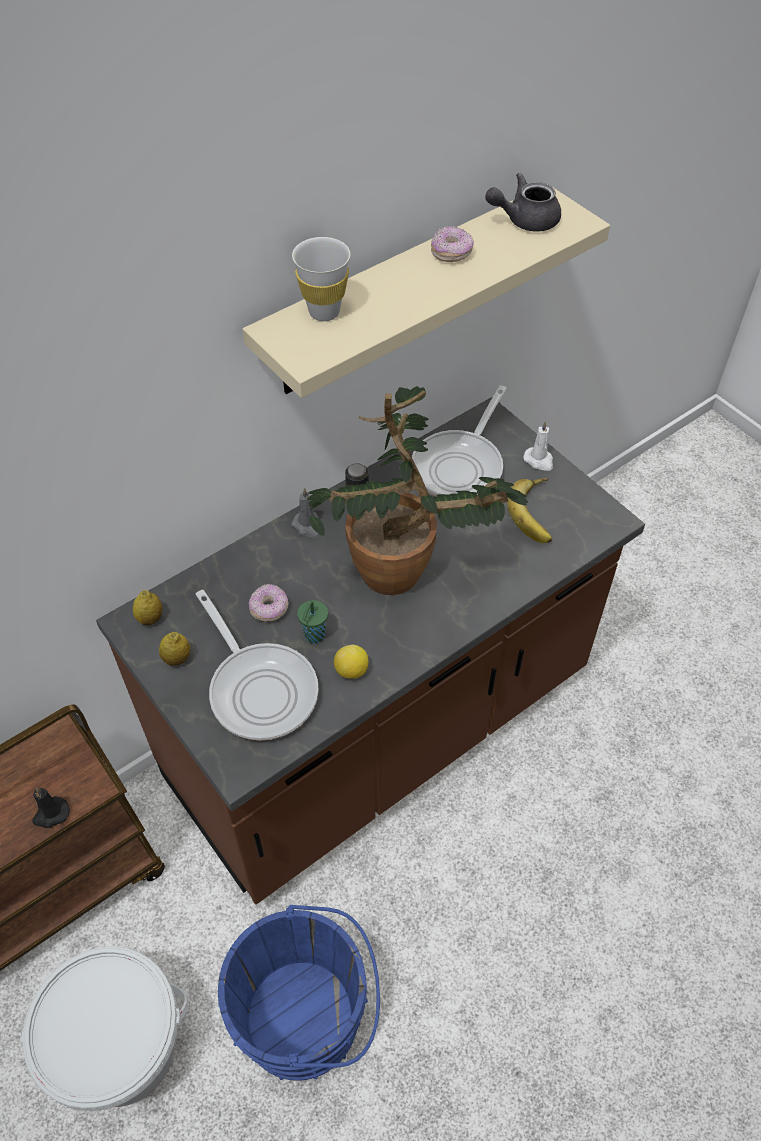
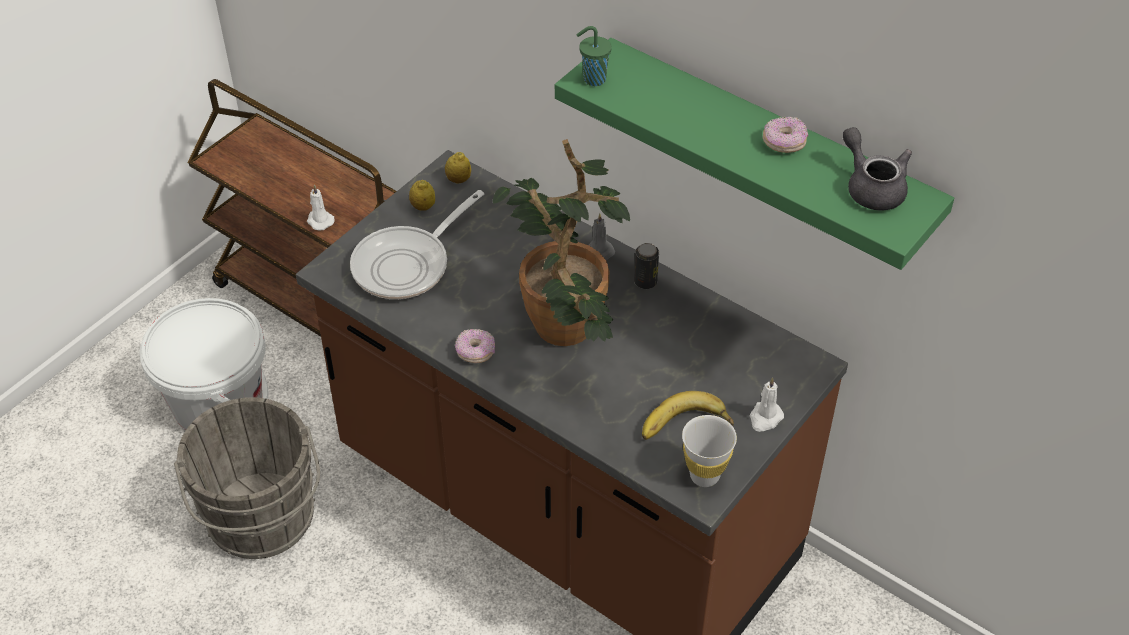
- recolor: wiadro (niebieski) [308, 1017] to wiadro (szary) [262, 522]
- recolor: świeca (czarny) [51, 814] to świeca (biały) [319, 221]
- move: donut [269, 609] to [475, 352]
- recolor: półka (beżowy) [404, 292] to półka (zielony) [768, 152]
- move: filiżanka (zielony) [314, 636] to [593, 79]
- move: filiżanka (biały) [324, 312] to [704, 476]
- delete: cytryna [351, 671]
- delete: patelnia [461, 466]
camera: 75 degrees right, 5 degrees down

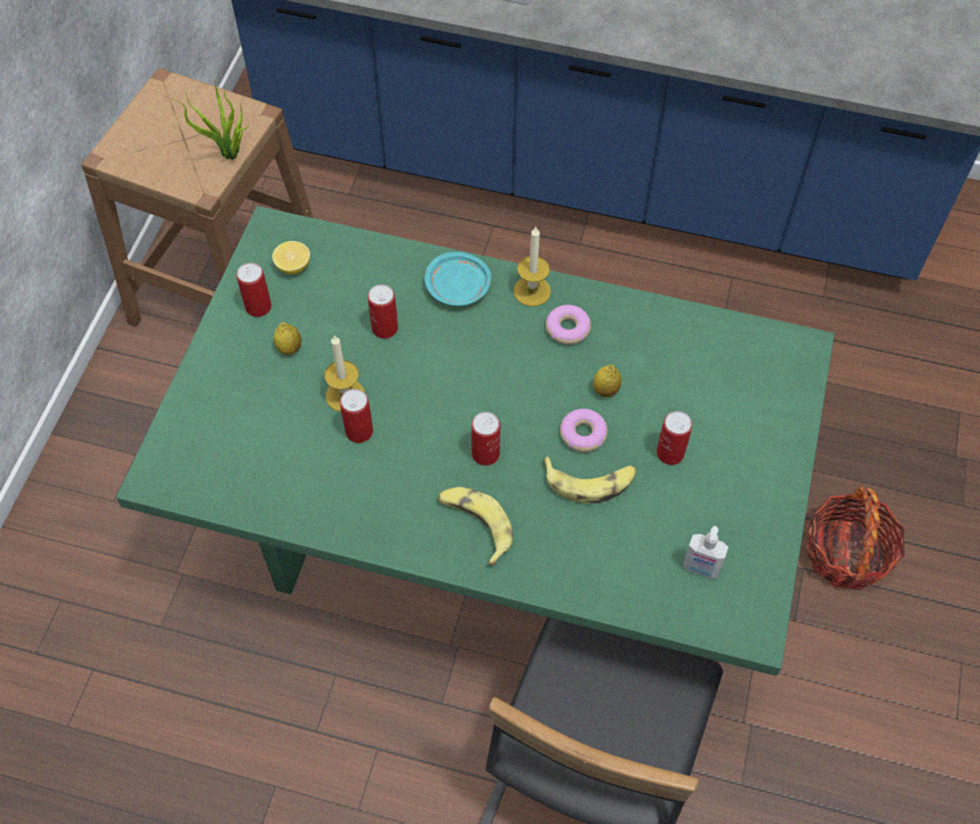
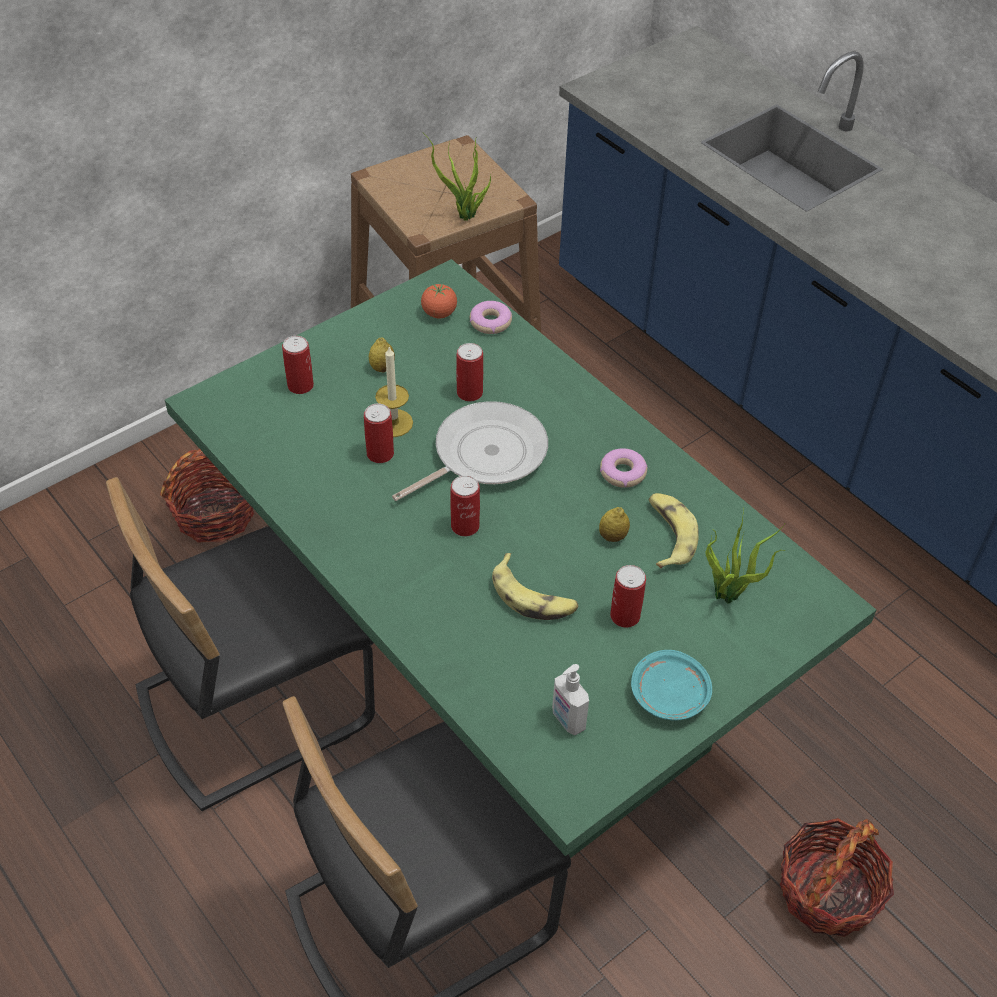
- insert: krzesło (czarny) [254, 705]
- insert: koszyk [215, 514]
- move: puszka [258, 307] to [300, 385]
- insert: patelnia [484, 455]
- replace: cytryna [293, 266] to pomidor [439, 313]
- move: donut [582, 434] to [490, 322]
- move: talerz (turkusowy) [458, 287] to [669, 694]
- move: banan [475, 524] to [668, 535]
- insert: roślina doniczkowa [730, 595]
- delete: świeca [532, 291]
camera: 35 degrees right, 10 degrees down

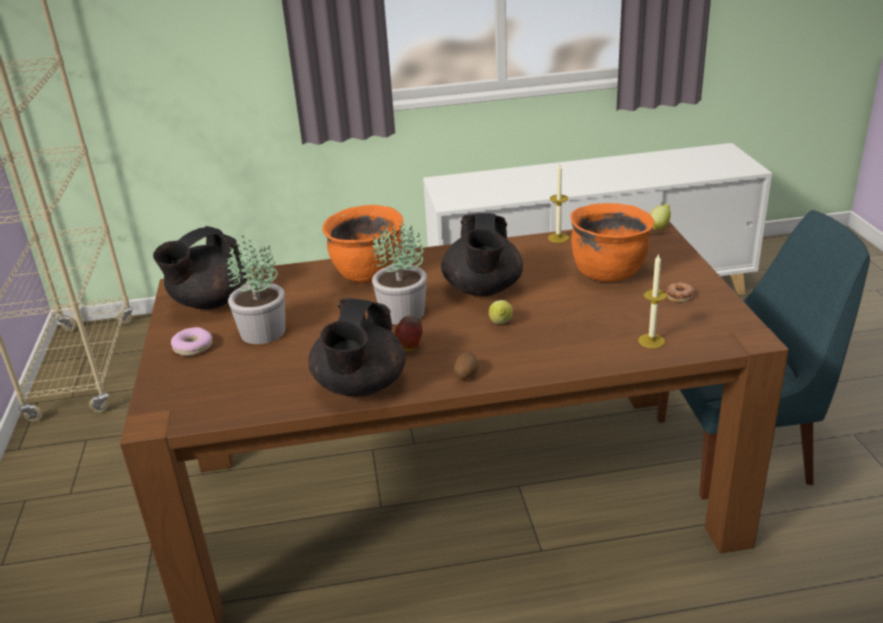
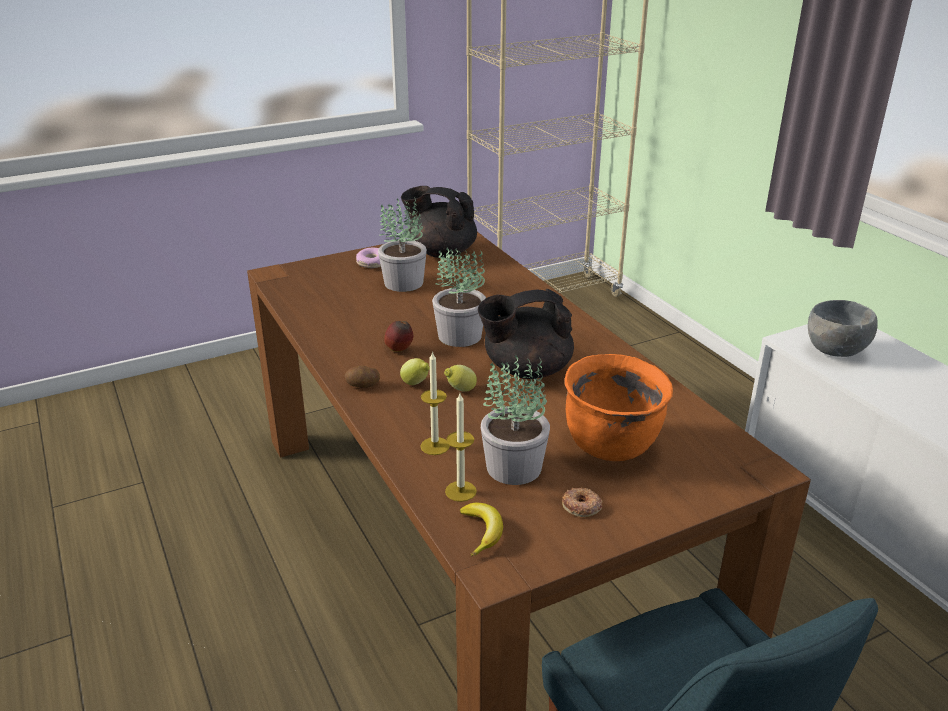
- move: cytryna [659, 227] to [416, 383]
- move: świeca [558, 238] to [435, 446]
- insert: banan [482, 532]
- insert: roślina doniczkowa [514, 466]
- insert: miska (szary) [836, 351]
- delete: imbryk (czarny) [359, 386]
- delete: garnek (pomarańczowy) [368, 274]
camera: 70 degrees right, 0 degrees up

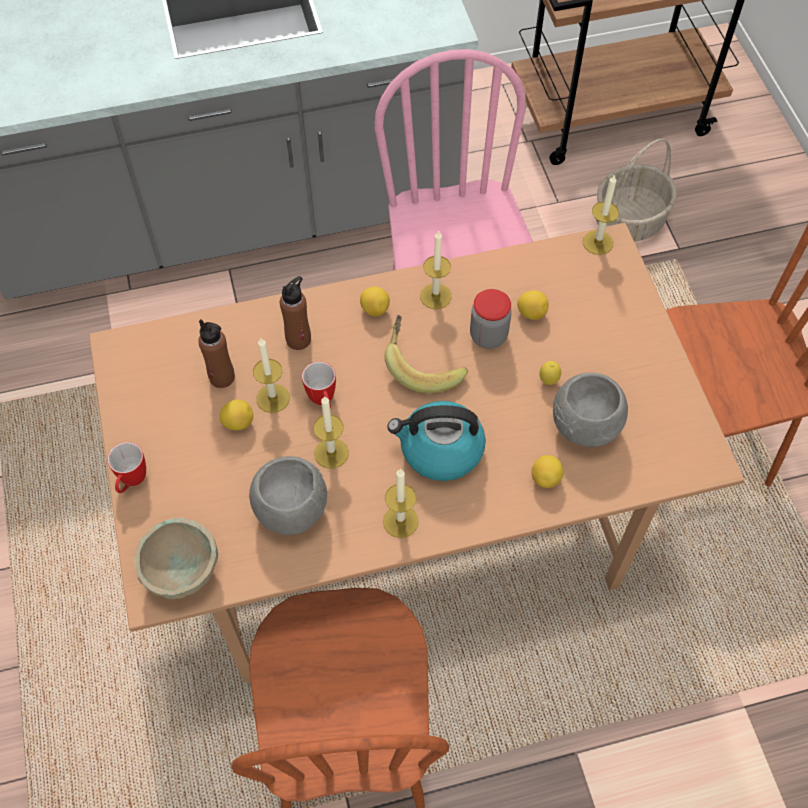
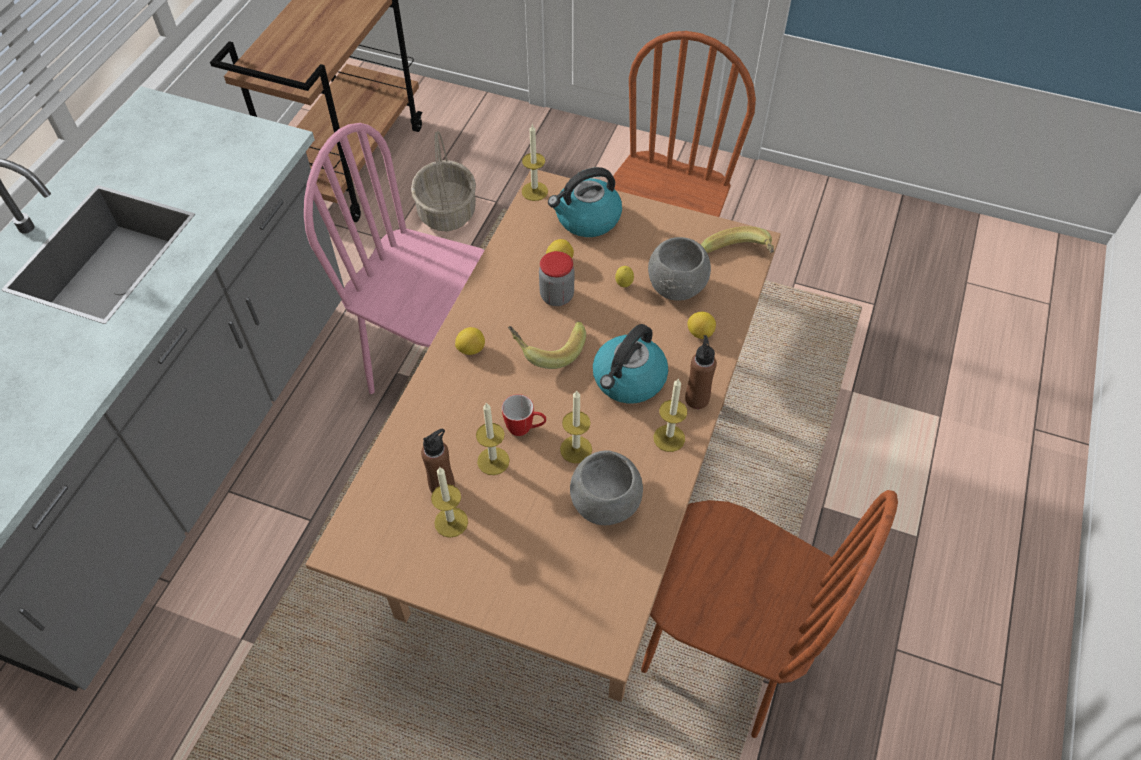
- move: świeca [435, 296] to [451, 522]
- insert: czajnik [587, 219]
- move: butelka (brązowy) [298, 339] to [697, 399]
- insert: banan [737, 259]
- delete: kubek [131, 482]
- delete: miska (beżowy) [183, 571]
- delete: cytryna [238, 422]
camera: 55 degrees left, 5 degrees down

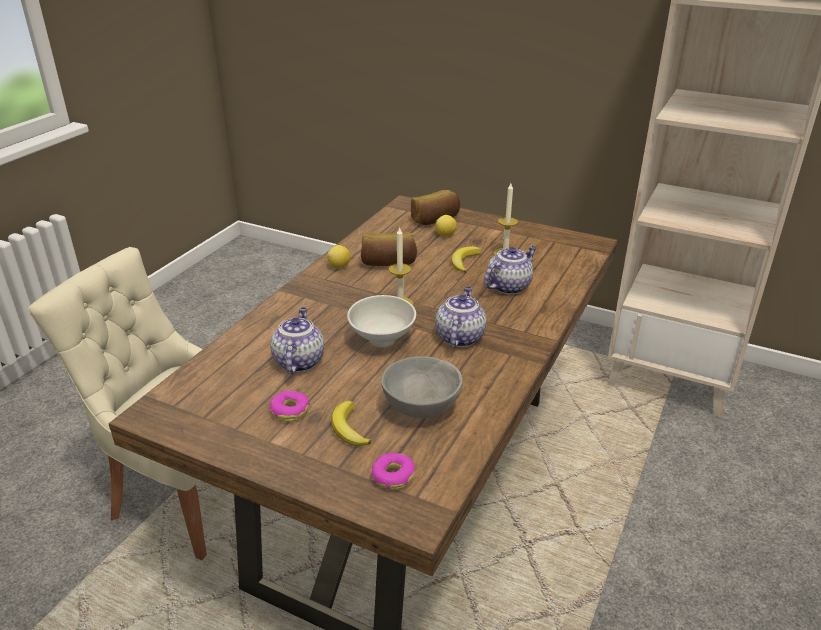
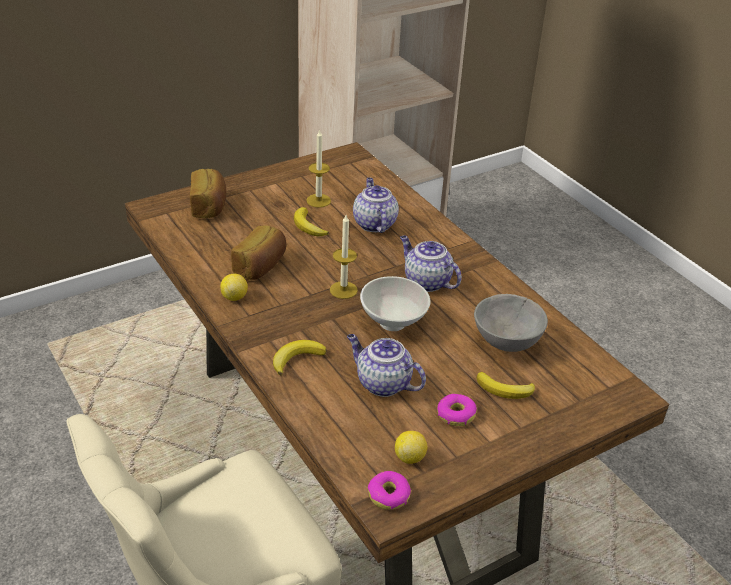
- insert: banan [296, 358]
- move: donut [393, 476] to [388, 495]
- move: cytryna [446, 235] to [410, 457]
camera: 60 degrees left, 5 degrees up

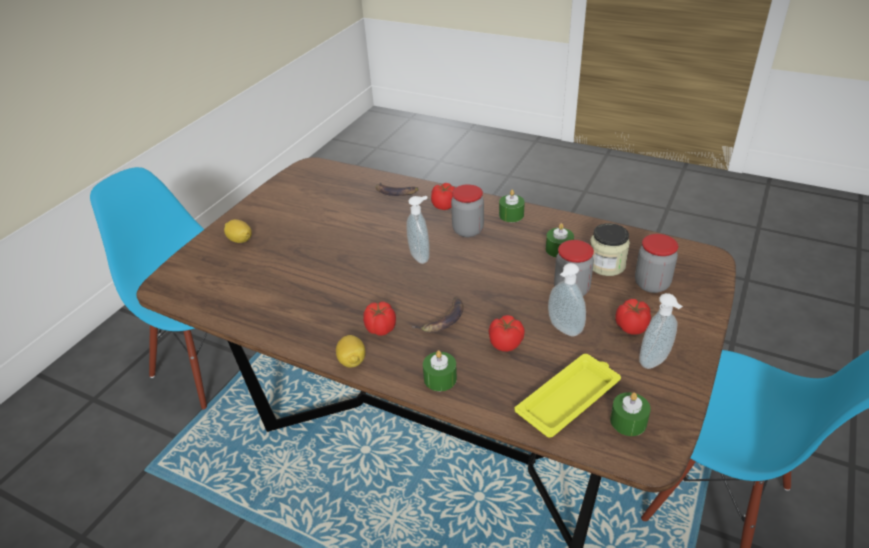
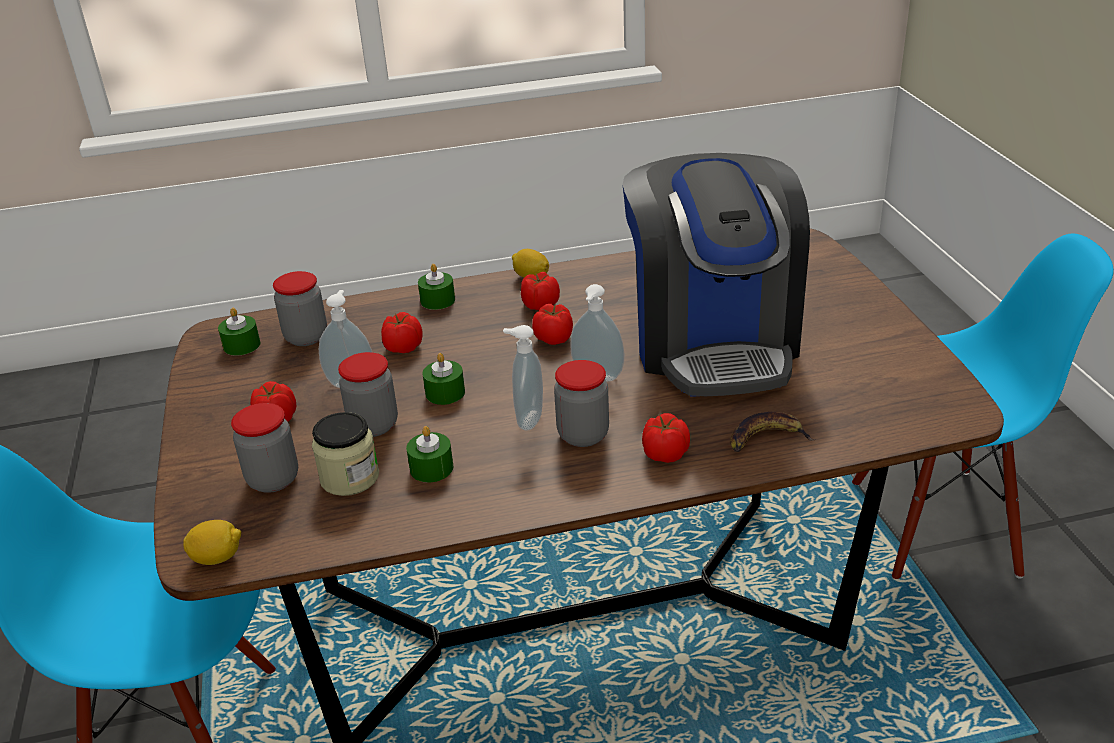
- move: cytryna [240, 240] to [217, 557]
- replace: taca (żółty) [569, 398] to słoik [306, 337]
- move: świeca (zielony) [511, 215] to [445, 393]
- move: dozownik mydła [655, 362] to [527, 419]
- insert: pomidor [554, 338]
- insert: ekspres do kawy [713, 342]
- delete: banan [443, 319]
camera: 140 degrees right, 5 degrees down

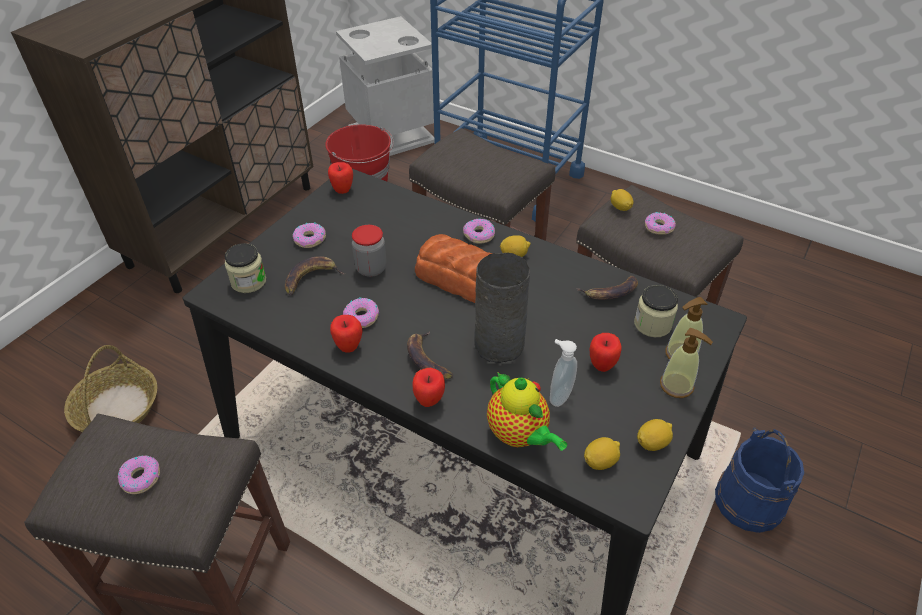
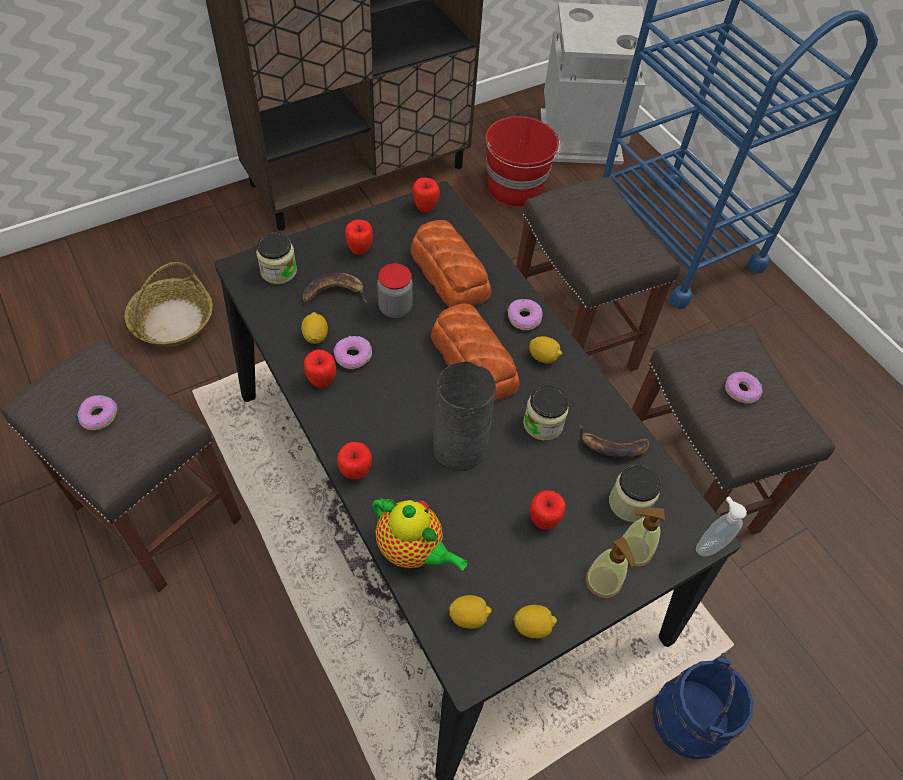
- move: cytryna [620, 207] to [315, 336]
- replace: donut [310, 239] to jabłko [360, 250]
- rotate: imbryk [519, 435] = [413, 550] 45 degrees counterclockwise
- insert: chleb [449, 272]
- insert: słoik [543, 424]
- move: dozownik mydła [558, 395] to [708, 545]
- delete: banan [427, 359]
camera: 25 degrees right, 10 degrees up

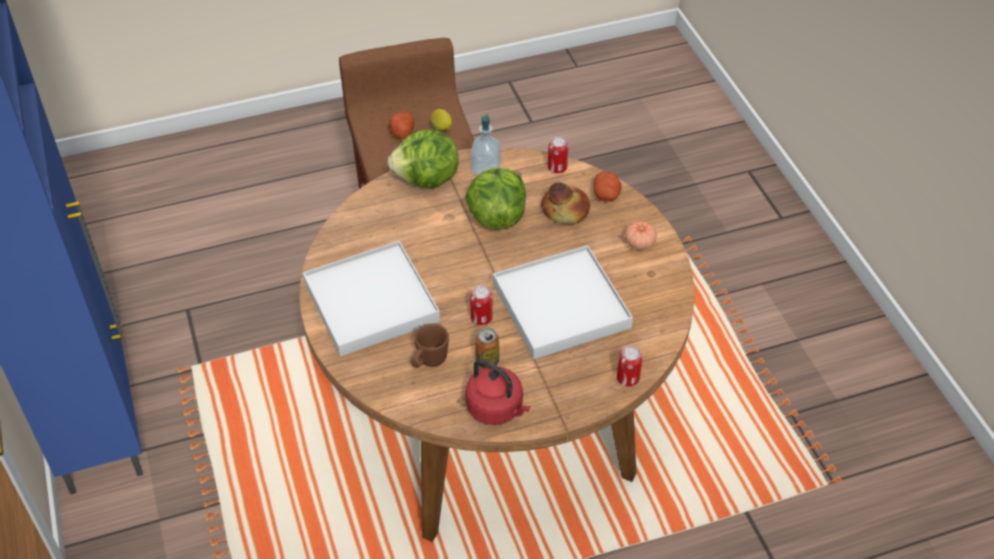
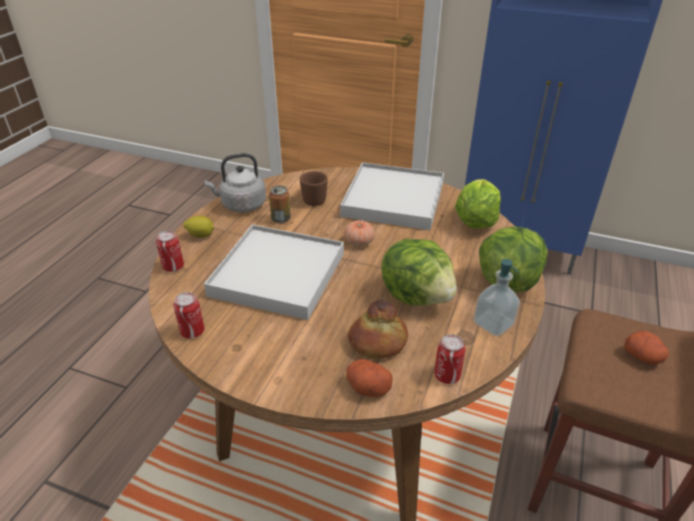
- move: puszka [481, 318] to [192, 331]
- move: cytryna [441, 128] to [201, 235]
- recolor: czajnik (czerwony) [497, 409] to czajnik (szary) [241, 205]
- move: pomidor [639, 243] to [359, 242]
- insert: sałata [475, 221]
camera: 130 degrees right, 10 degrees down

